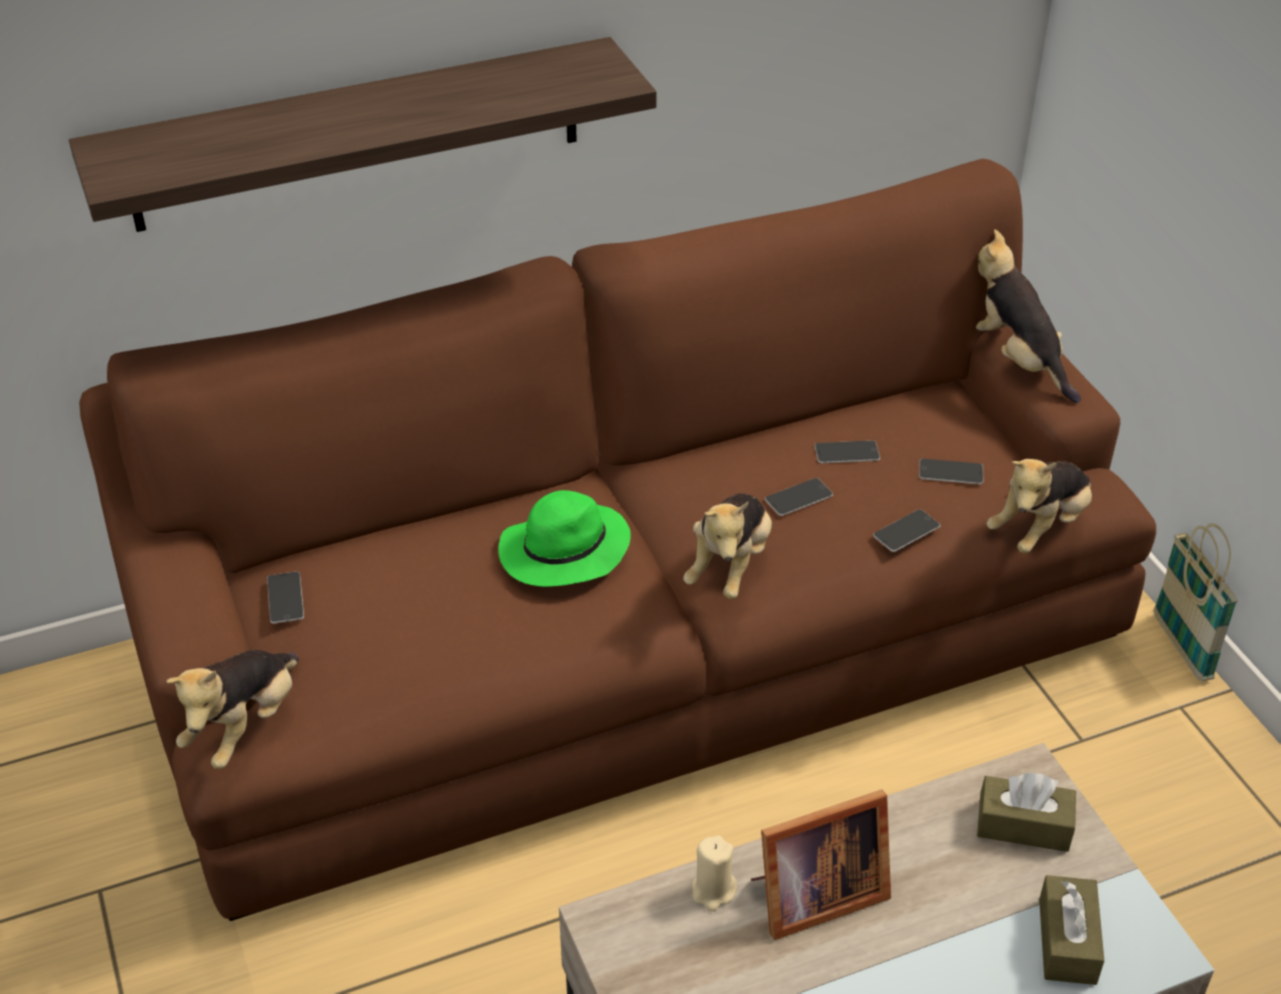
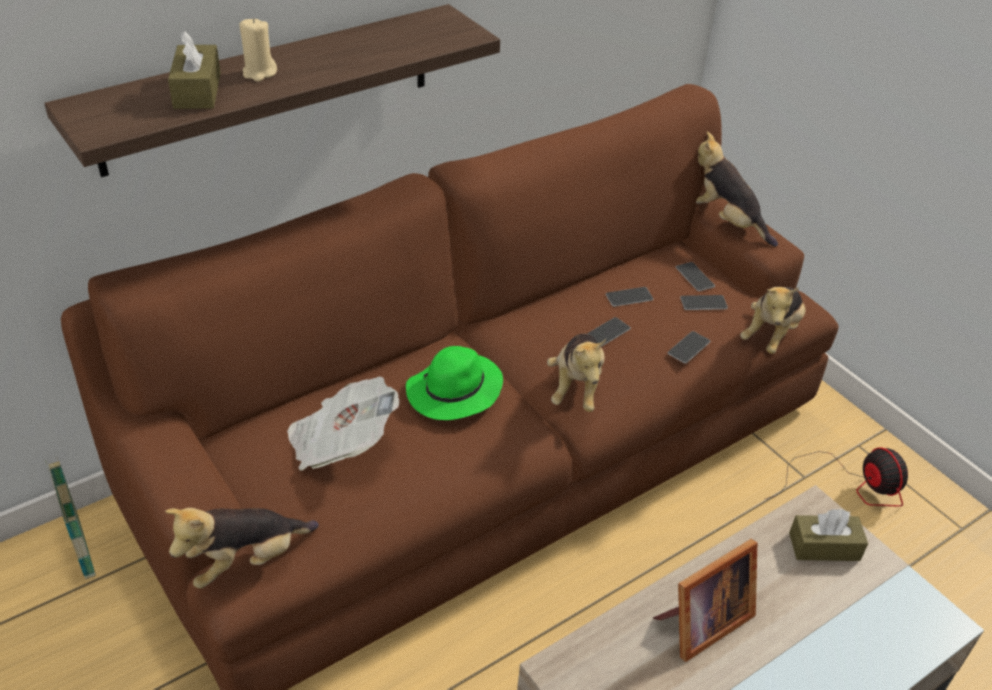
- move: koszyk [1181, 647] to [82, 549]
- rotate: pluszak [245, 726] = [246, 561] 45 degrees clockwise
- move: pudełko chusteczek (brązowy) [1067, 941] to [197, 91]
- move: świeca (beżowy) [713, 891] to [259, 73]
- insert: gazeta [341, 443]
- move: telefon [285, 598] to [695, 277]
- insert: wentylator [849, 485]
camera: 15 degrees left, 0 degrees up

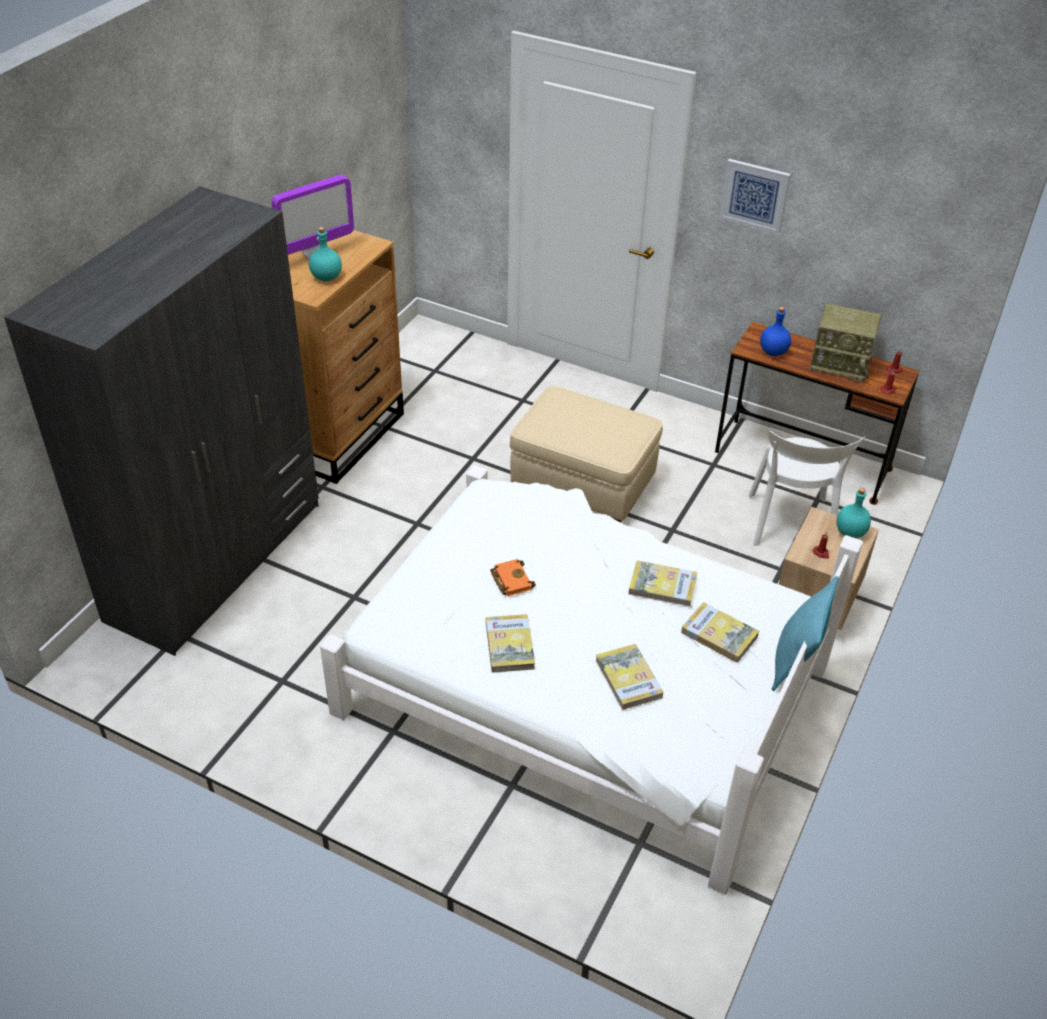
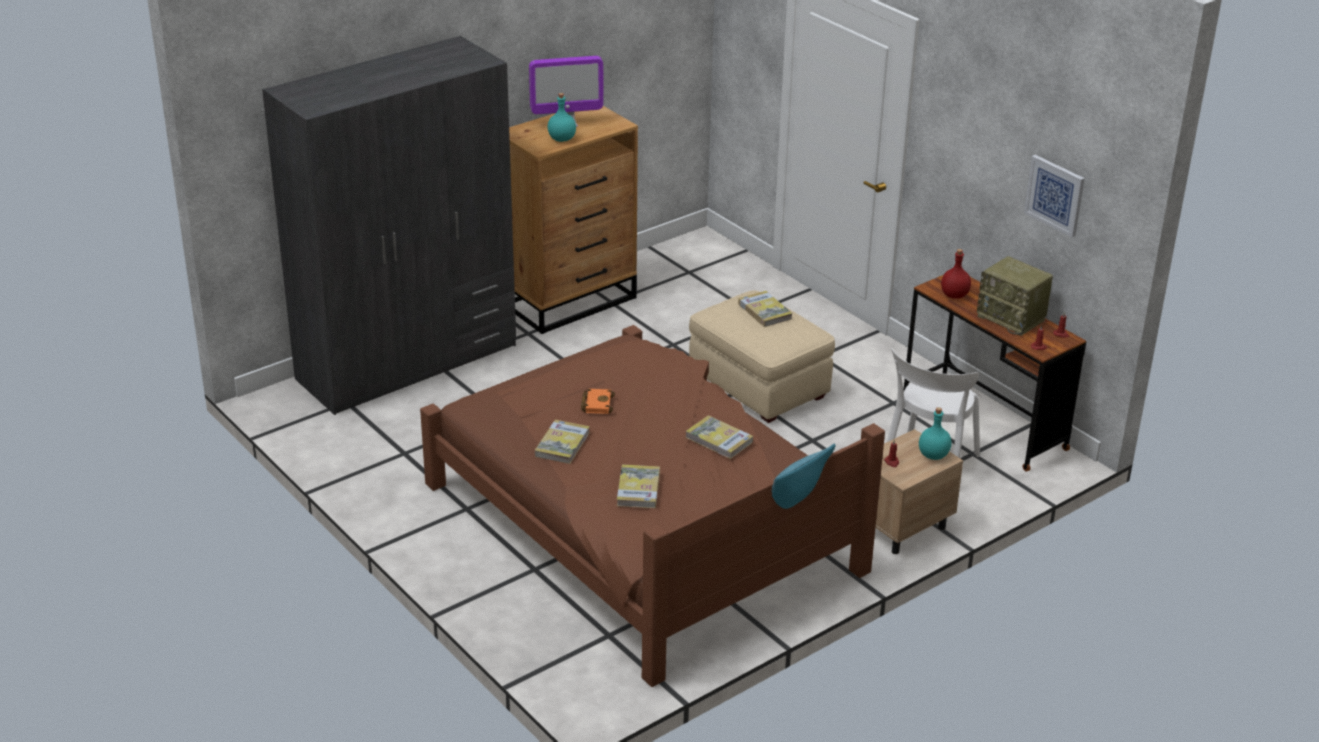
- recolor: łóżko (biały) [581, 687] to łóżko (brązowy) [641, 524]
- move: książka [719, 634] to [764, 311]
- recolor: butelka (niebieski) [772, 352] to butelka (czerwony) [954, 295]
- move: obraz [754, 195] to [1055, 195]
camera: 25 degrees right, 10 degrees down

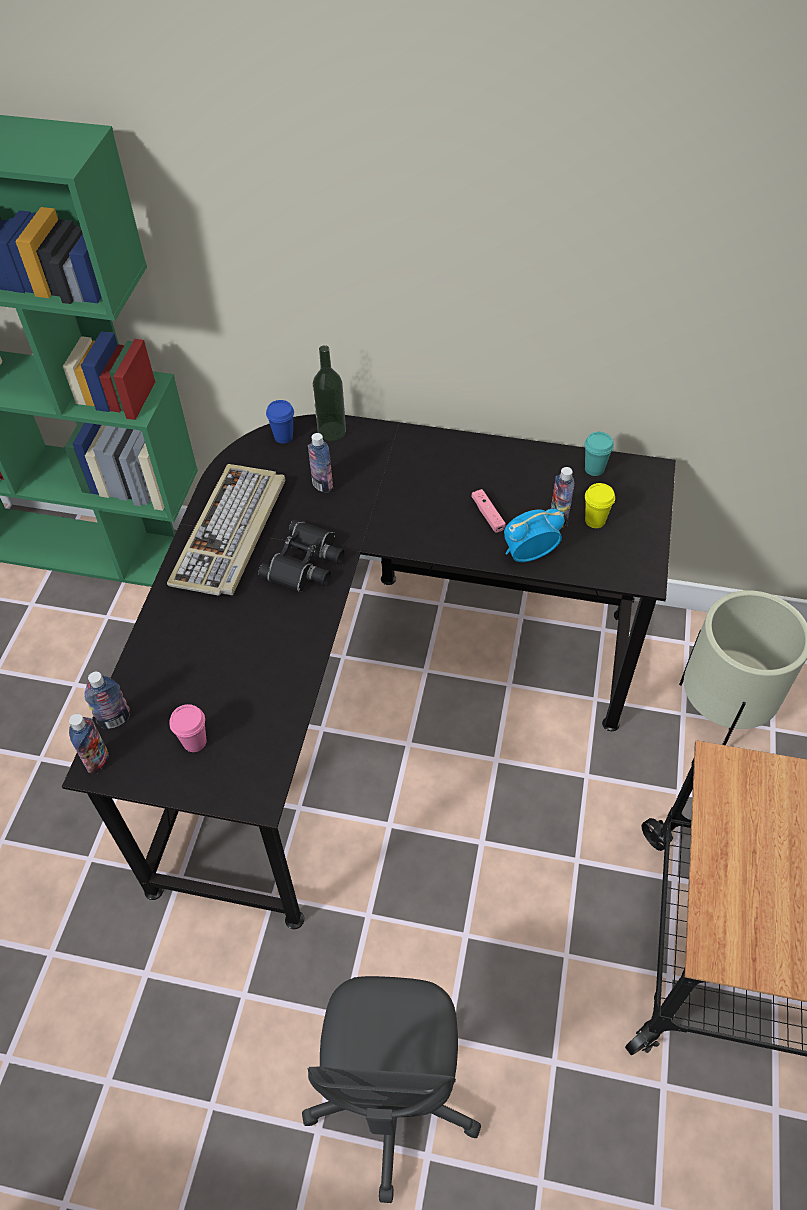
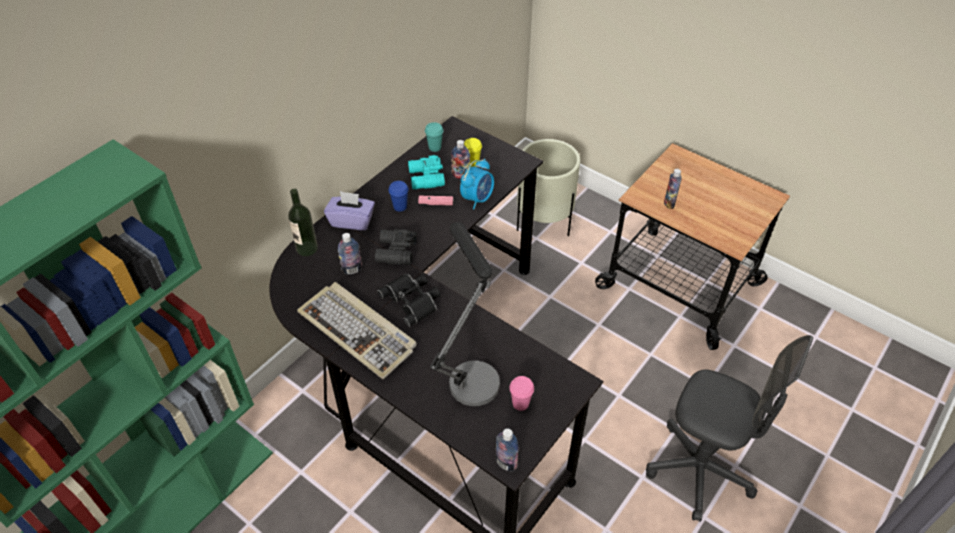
- insert: pudełko chusteczek (fioletowy) [352, 221]
- insert: lornetka (czarny) [395, 252]
- move: filiżanka (niebieski) [283, 437] to [400, 206]
- insert: lornetka (turkusowy) [425, 179]
- insert: lampa stołowa [470, 371]
- rotate: budzik [528, 554] = [477, 198] 150 degrees counterclockwise
- move: butelka [115, 719] to [669, 203]
camera: 65 degrees left, 5 degrees down

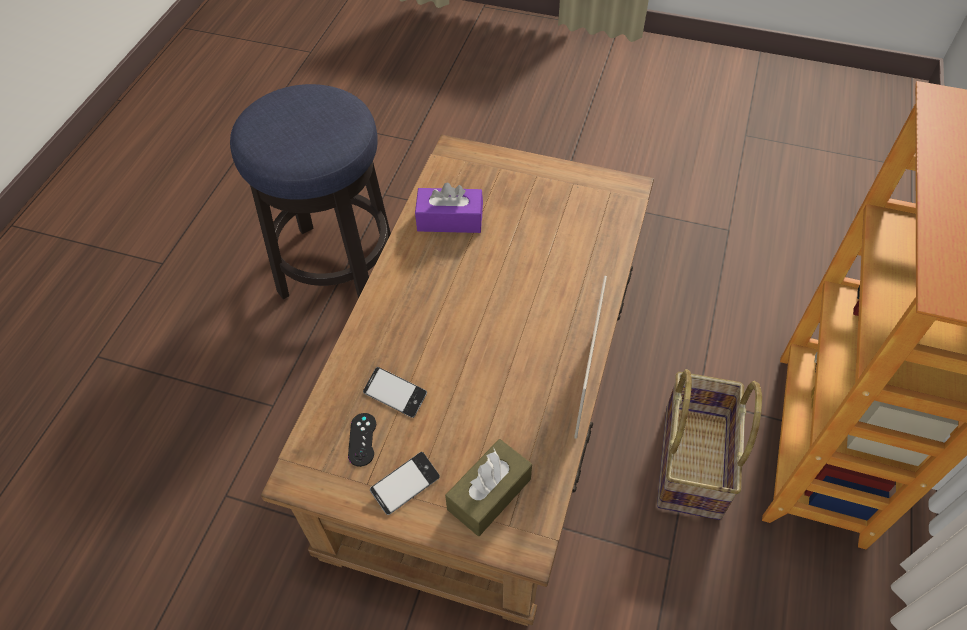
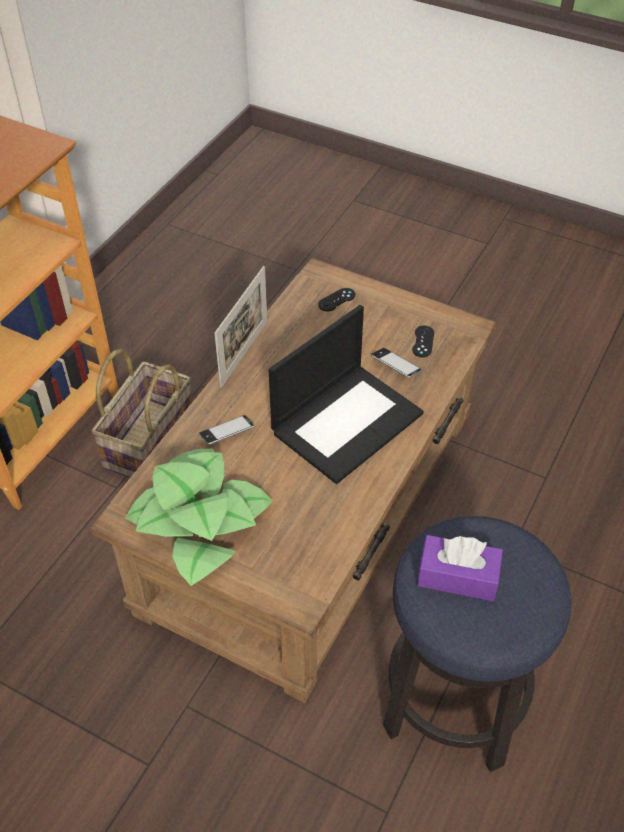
- insert: roślina doniczkowa [200, 520]
- move: telefon [405, 485] to [227, 433]
- insert: laptop [347, 421]
- replace: pudełko chusteczek (brązowy) [489, 494] to pad do gier (czarny) [336, 300]
- move: pudełko chusteczek (fioletowy) [450, 220] to [457, 576]
camera: 170 degrees left, 5 degrees down

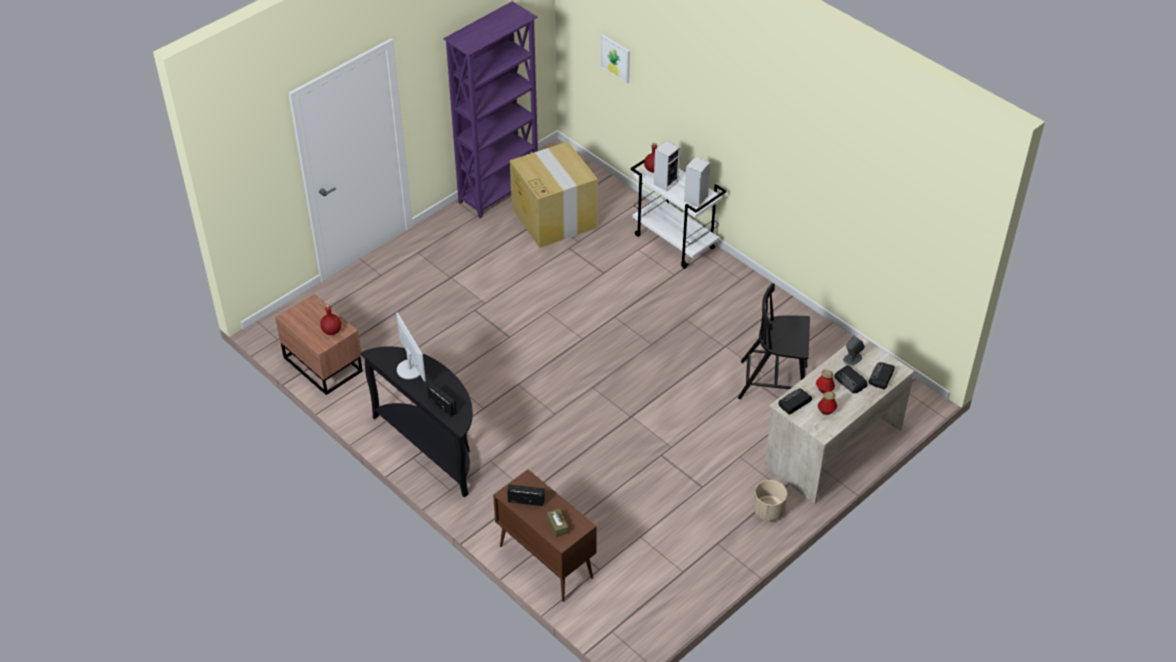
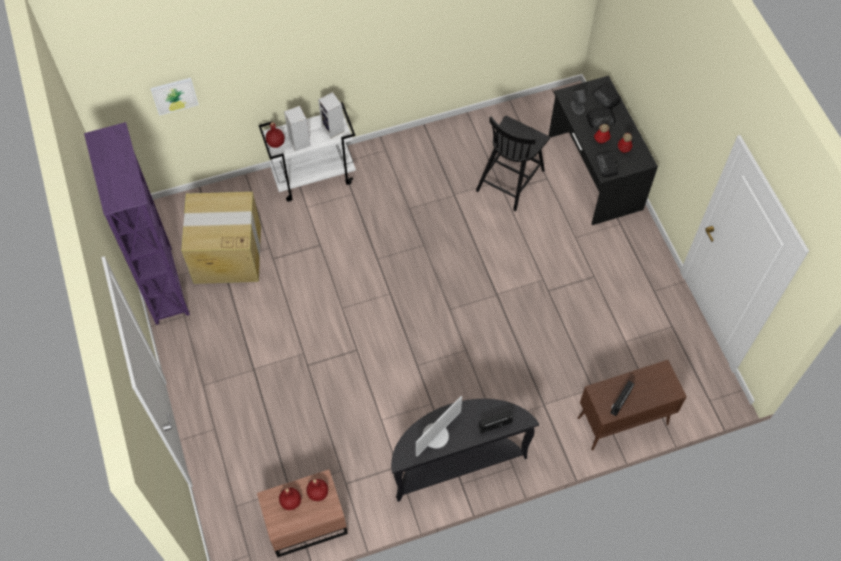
- insert: butelka (czerwony) [291, 502]
- rotate: monitor [410, 369] = [436, 436] 135 degrees clockwise
- recolor: biurko (beżowy) [832, 447] to biurko (czarny) [593, 172]
- delete: pudełko chusteczek (brązowy) [557, 526]
- delete: donica (beżowy) [768, 511]
camera: 65 degrees left, 15 degrees up

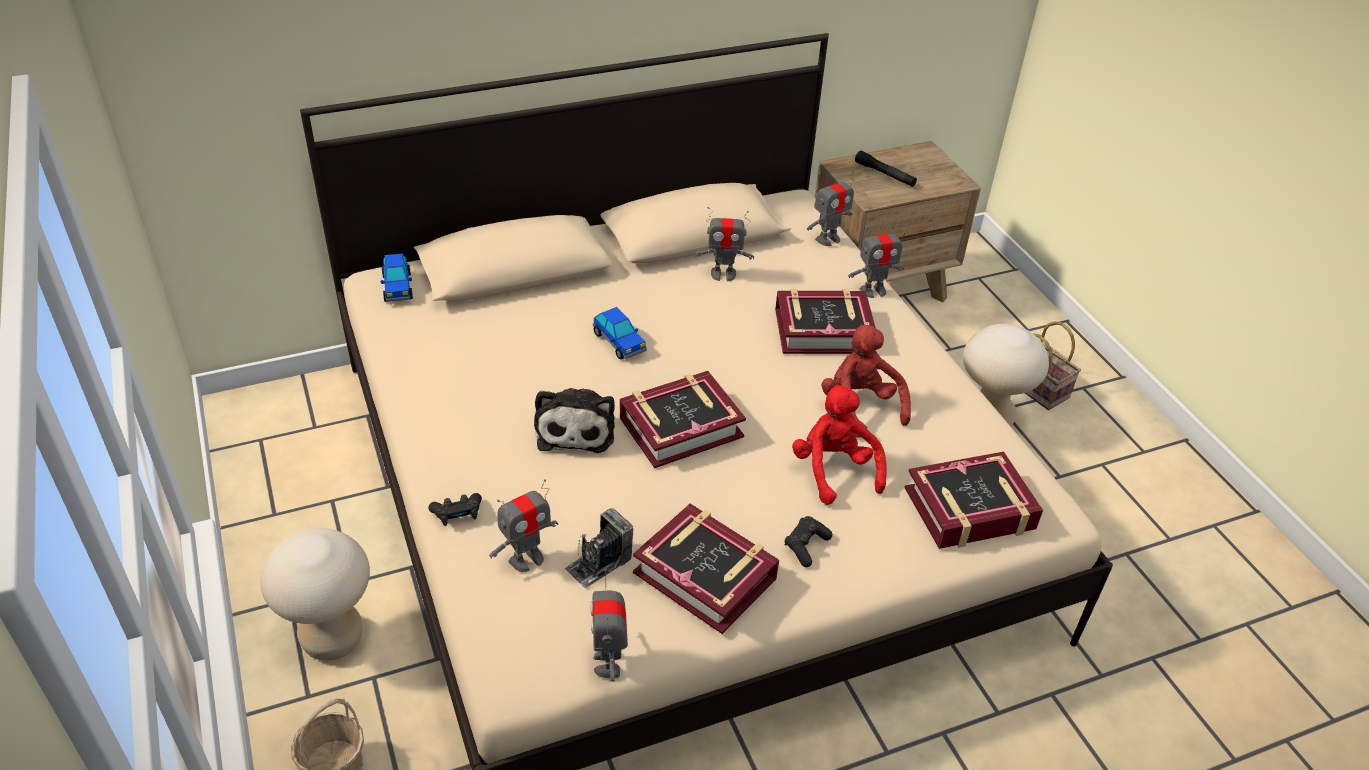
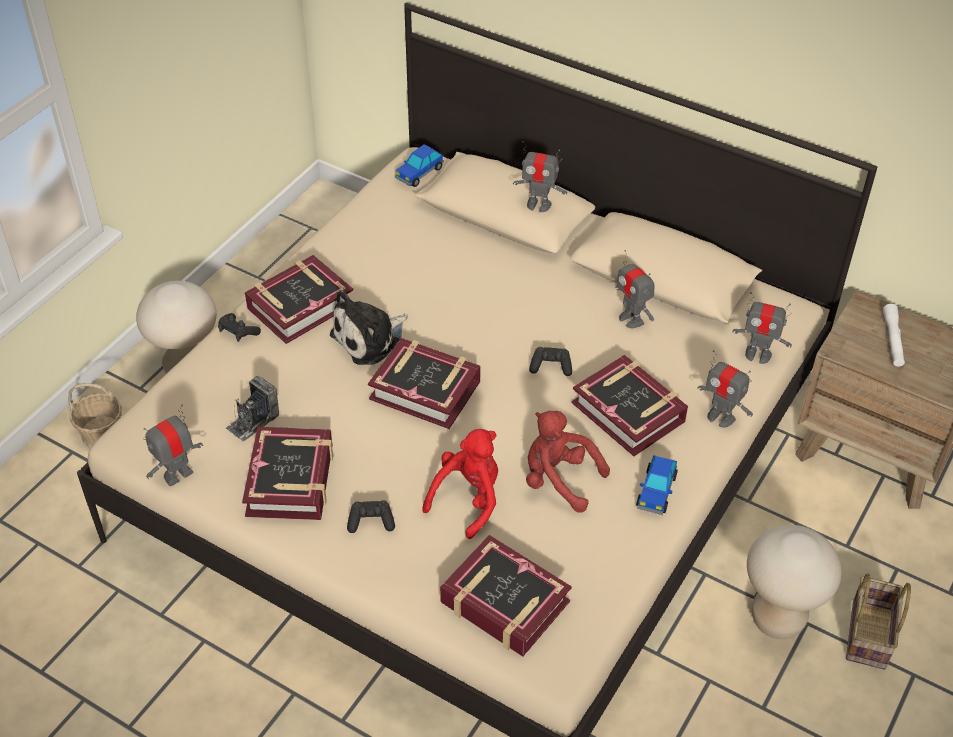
- rotate: aparat fotograficzny [599, 563] = [253, 421] 60 degrees counterclockwise
- insert: książka [300, 306]
- move: robot zabawkowy [526, 559] to [538, 205]
- rotate: pluszak (czerwony) [860, 406] = [558, 479] 90 degrees counterclockwise
- insert: pad do gier (czarny) [551, 366]
- move: samochodzik [619, 342] to [656, 491]
- recolor: latarka (czarny) [884, 174] to latarka (biały) [892, 340]
camera: 55 degrees right, 5 degrees up

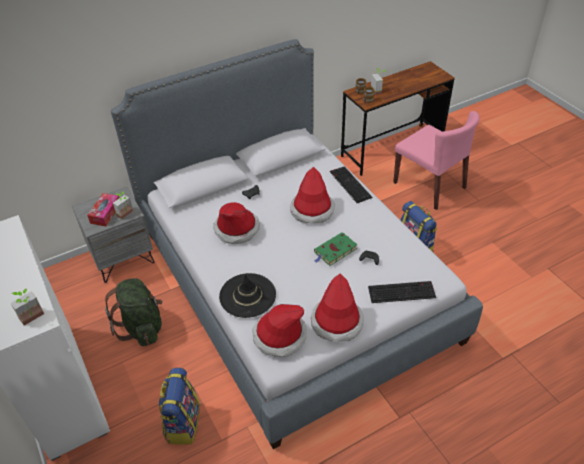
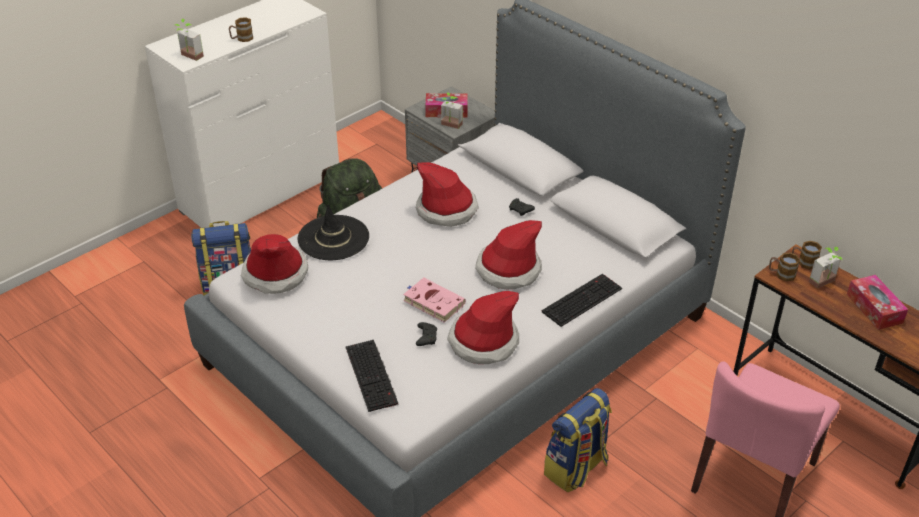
- insert: kubek [241, 39]
- recolor: książka (zielony) [334, 251] to książka (różowy) [432, 302]
- move: kapelusz [337, 322] to [483, 342]
- insert: pudełko chusteczek [874, 308]
camera: 75 degrees right, 5 degrees down

